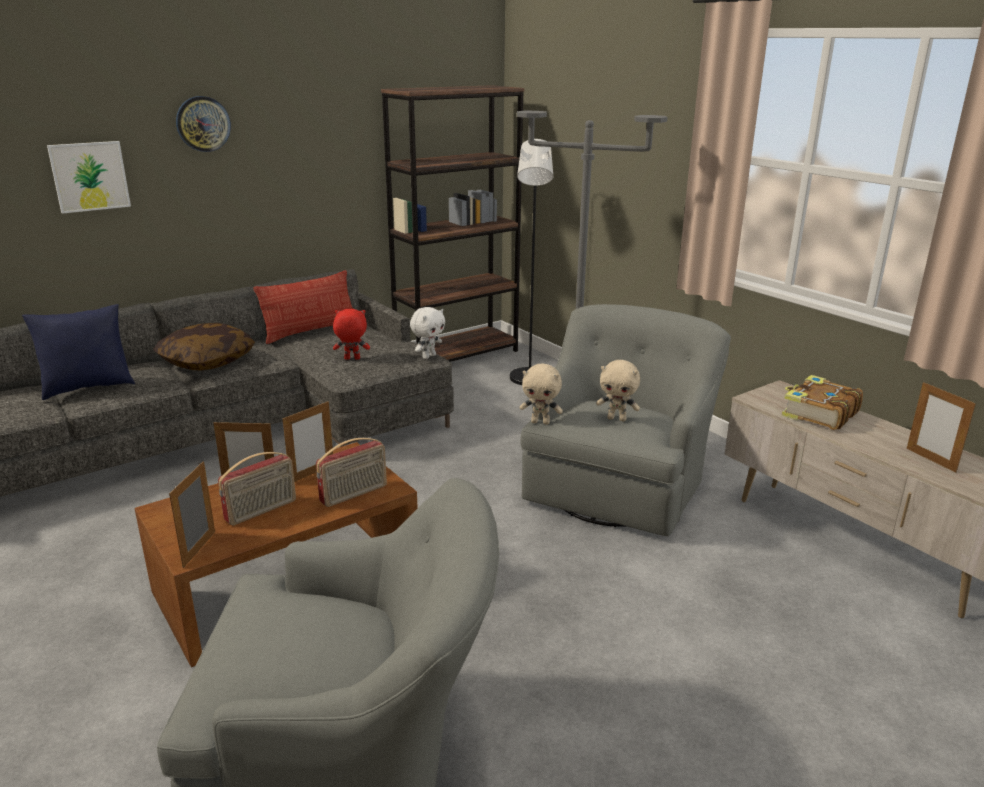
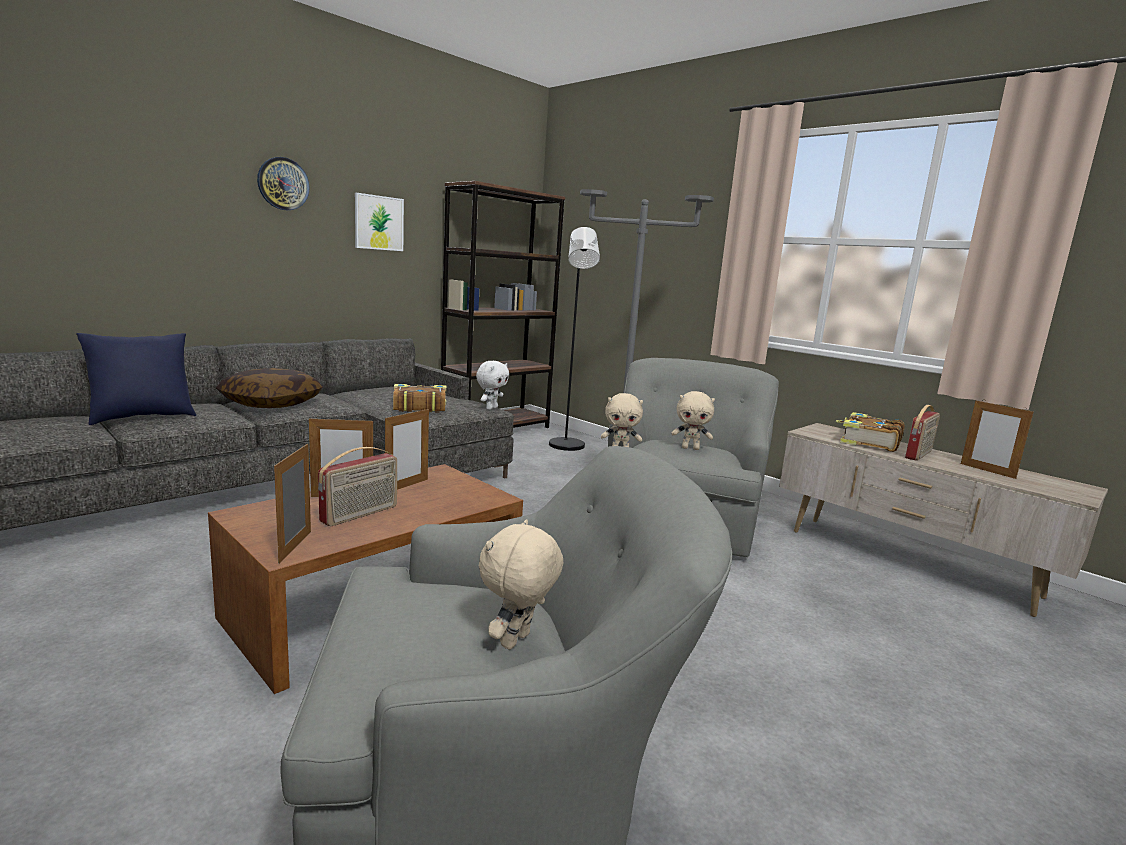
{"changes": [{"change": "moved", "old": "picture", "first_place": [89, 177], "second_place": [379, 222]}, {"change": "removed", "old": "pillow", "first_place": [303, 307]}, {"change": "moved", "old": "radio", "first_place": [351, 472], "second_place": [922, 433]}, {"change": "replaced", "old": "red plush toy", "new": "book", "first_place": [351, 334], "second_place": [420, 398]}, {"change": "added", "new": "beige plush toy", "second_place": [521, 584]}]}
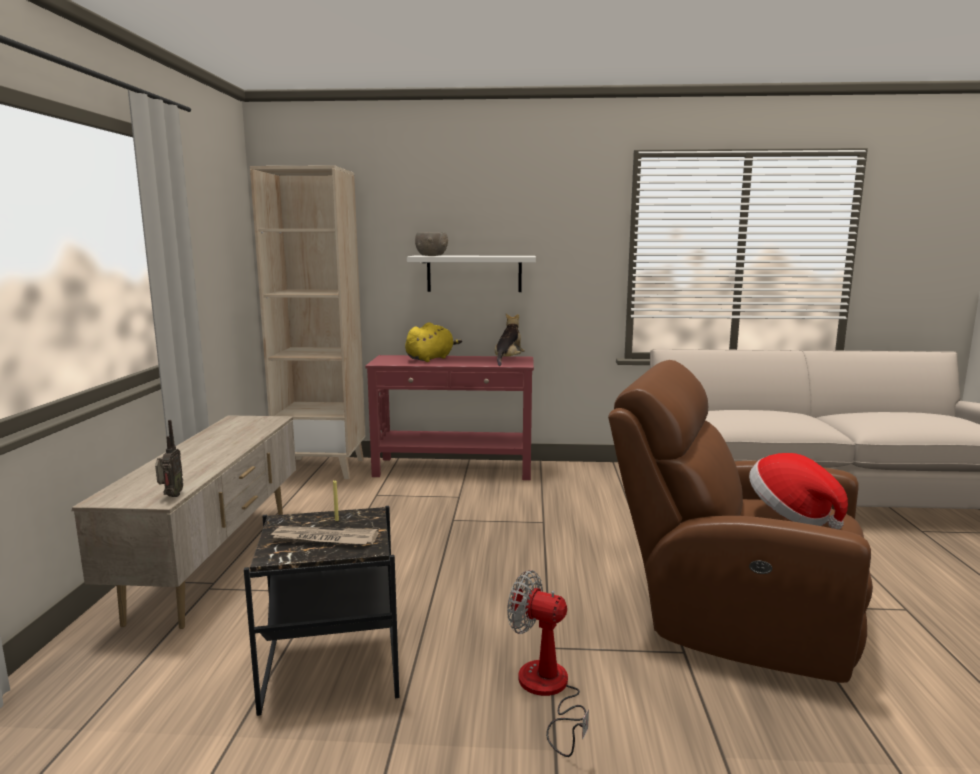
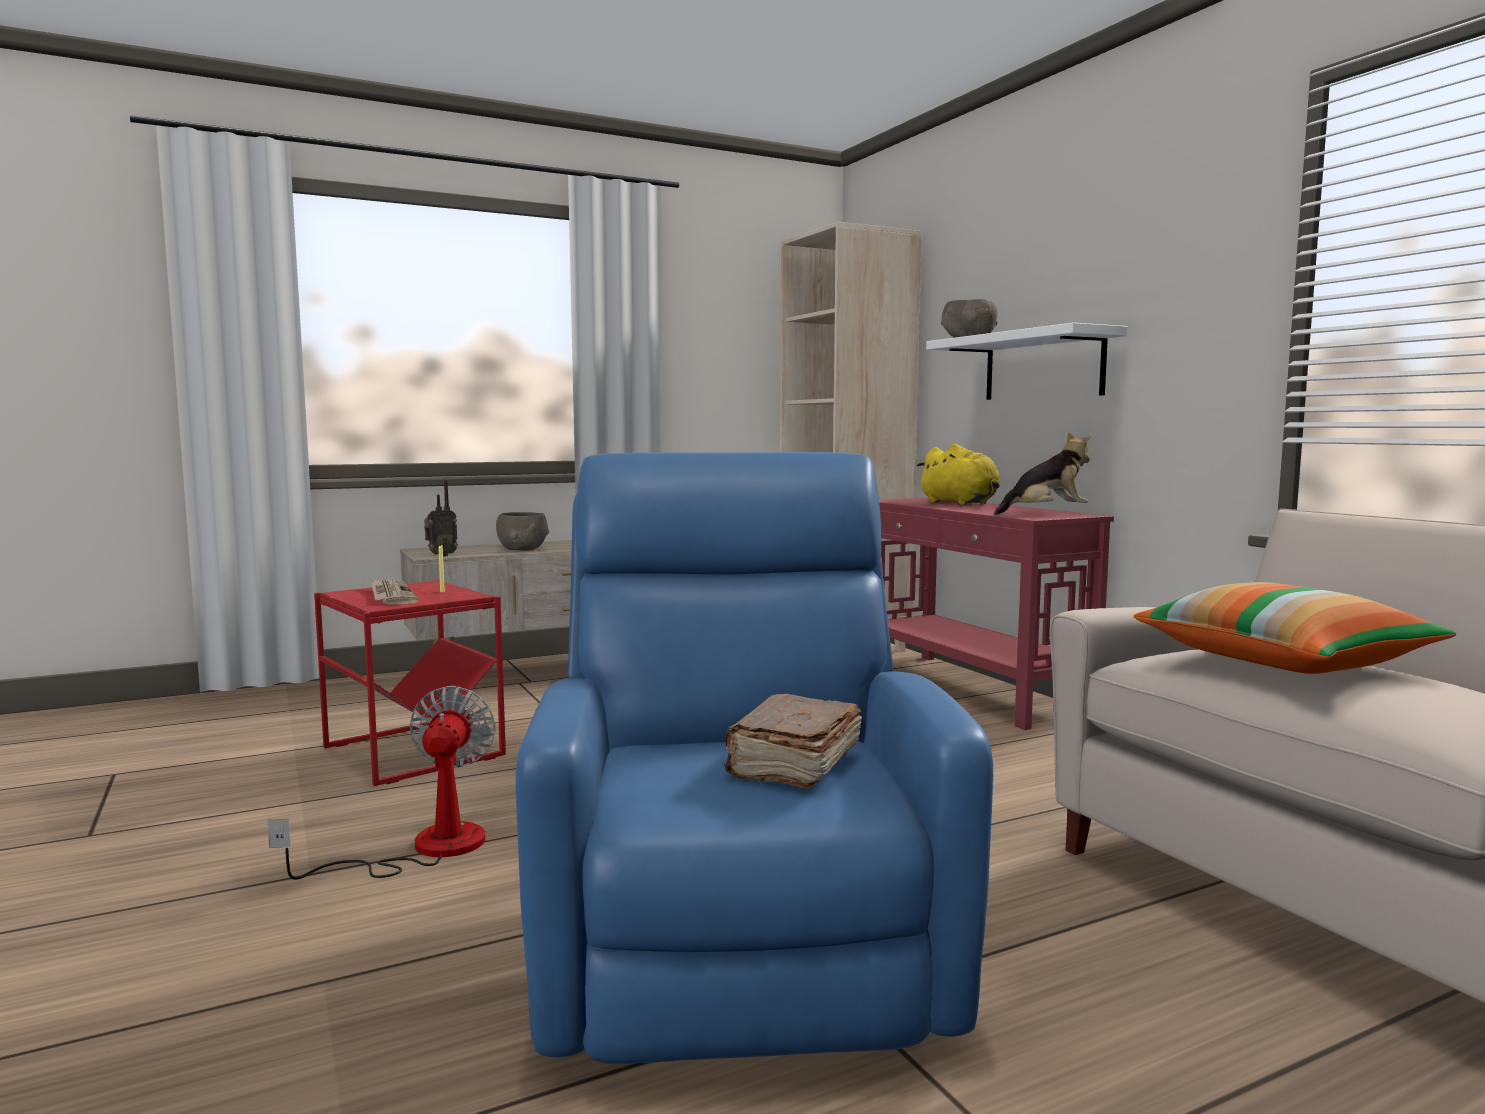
{"changes": [{"change": "recoloured", "old": "black side table", "new": "red side table", "first_place": [321, 611], "second_place": [410, 683]}, {"change": "turned", "old": "yellow plush toy", "first_place": [433, 342], "second_place": [958, 474], "degrees": 45}, {"change": "recoloured", "old": "brown armchair", "new": "blue armchair", "first_place": [740, 521], "second_place": [754, 758]}, {"change": "replaced", "old": "hat", "new": "brown book", "first_place": [798, 491], "second_place": [793, 741]}, {"change": "added", "new": "grey bowl", "second_place": [522, 531]}, {"change": "added", "new": "pillow", "second_place": [1294, 628]}]}
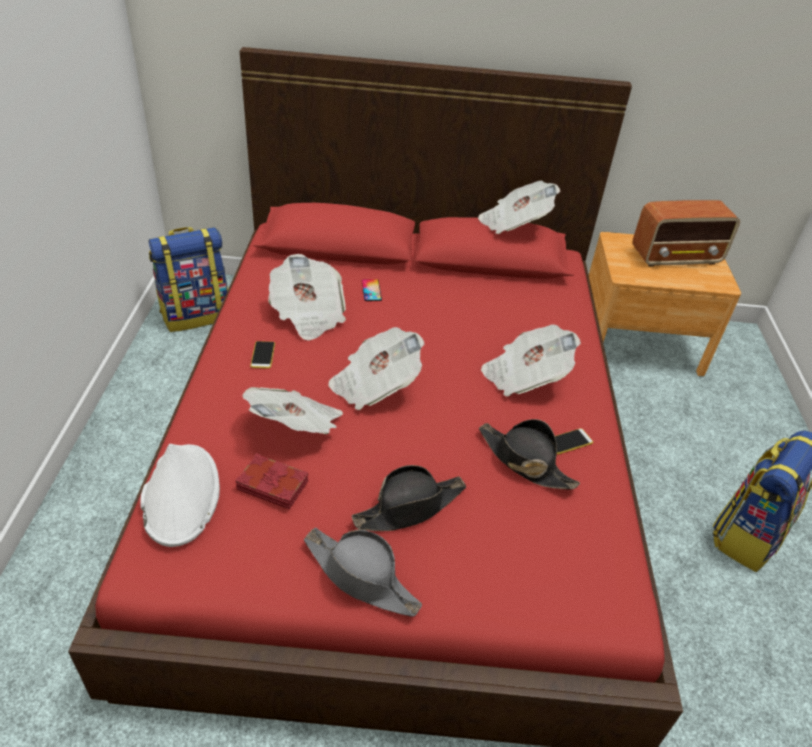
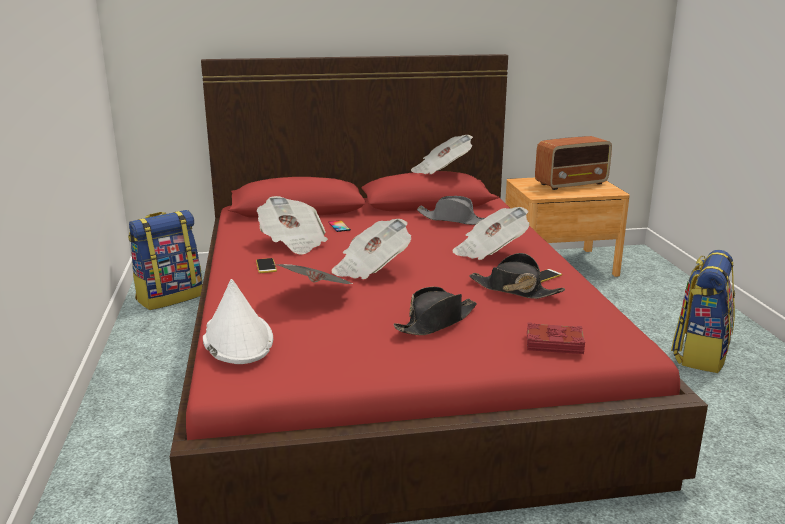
{"changes": [{"change": "moved", "old": "red book", "first_place": [271, 481], "second_place": [556, 338]}, {"change": "moved", "old": "grey hat", "first_place": [363, 572], "second_place": [450, 210]}]}
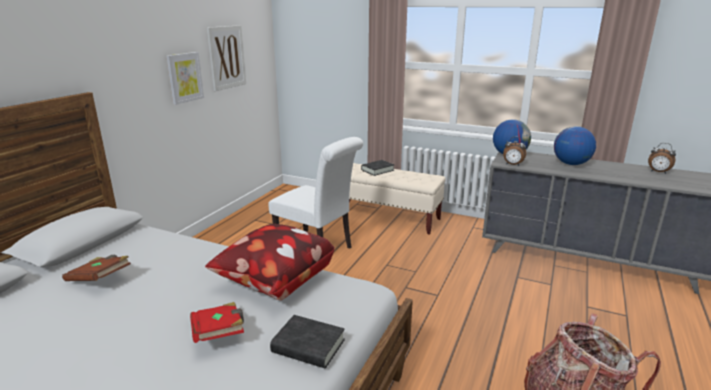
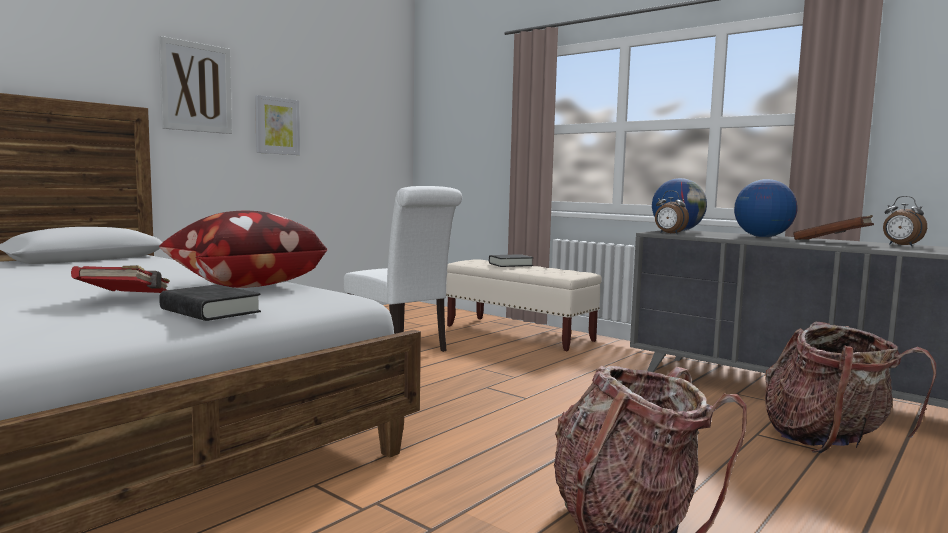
{"changes": [{"change": "moved", "old": "brown book", "first_place": [96, 268], "second_place": [833, 227]}, {"change": "moved", "old": "picture", "first_place": [226, 58], "second_place": [195, 85]}, {"change": "added", "new": "backpack", "second_place": [850, 387]}]}
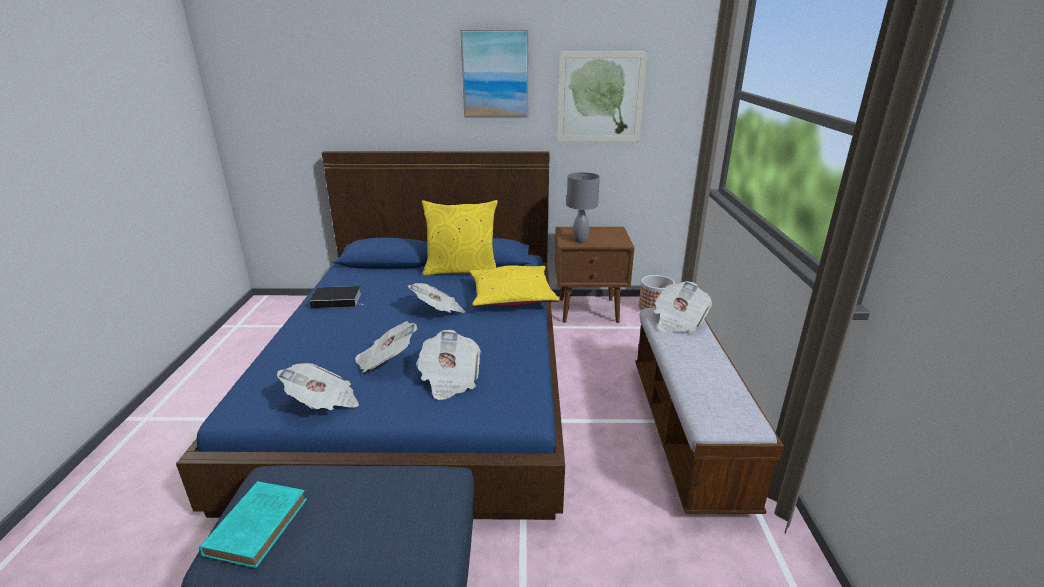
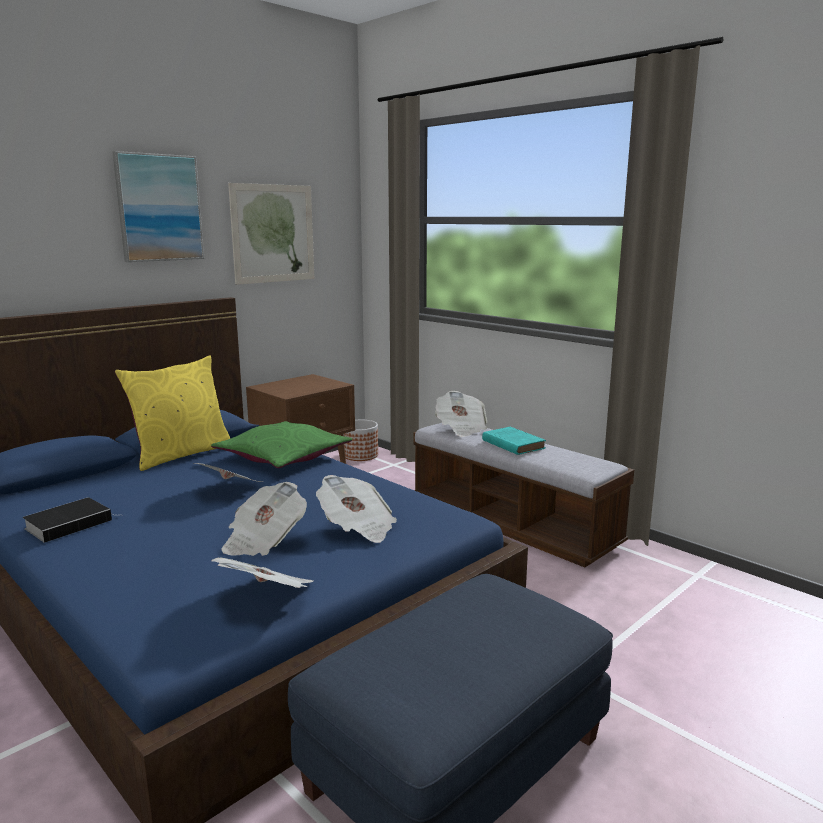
{"changes": [{"change": "moved", "old": "turquoise book", "first_place": [253, 524], "second_place": [514, 441]}, {"change": "recoloured", "old": "yellow pillow", "new": "green pillow", "first_place": [514, 286], "second_place": [281, 444]}, {"change": "removed", "old": "grey table lamp", "first_place": [583, 207]}]}
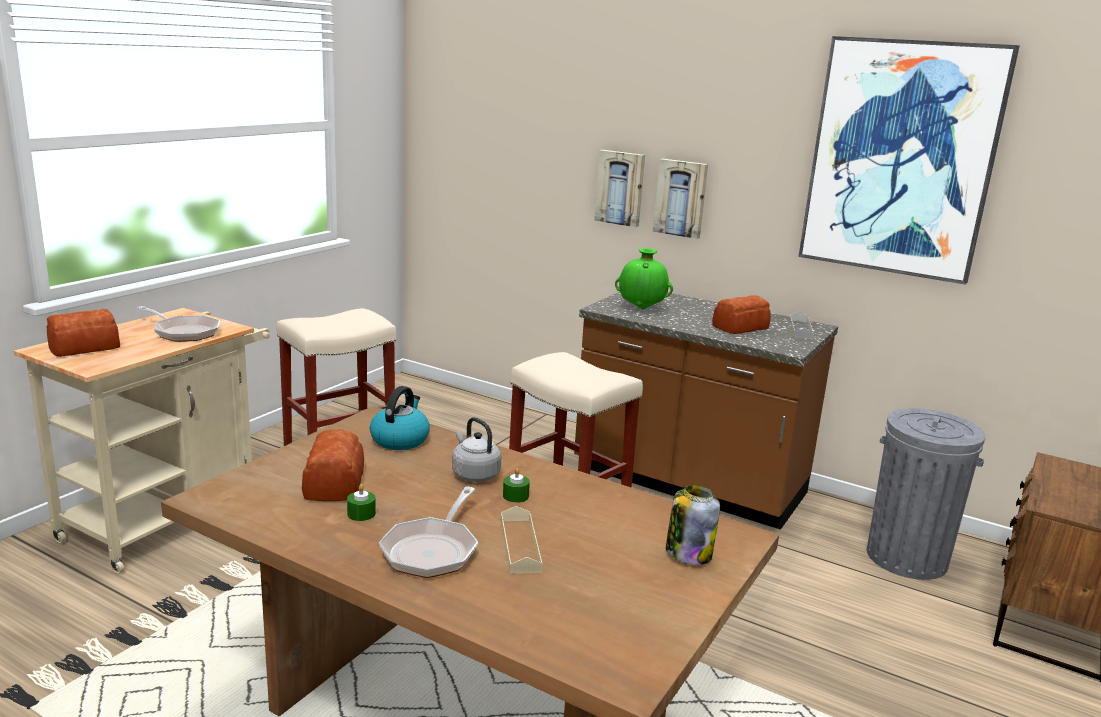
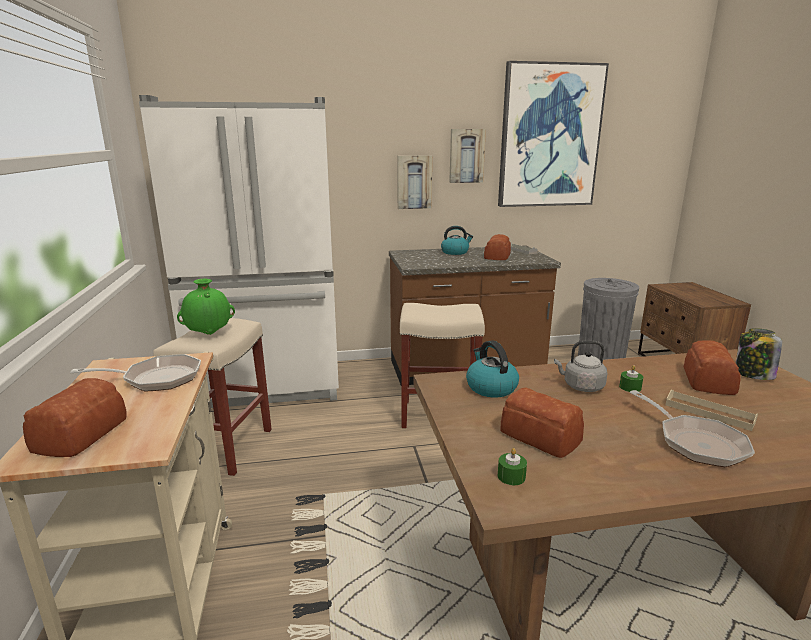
{"changes": [{"change": "moved", "old": "green candle", "first_place": [361, 502], "second_place": [512, 466]}, {"change": "moved", "old": "picture", "first_place": [619, 188], "second_place": [467, 156]}, {"change": "moved", "old": "green vase", "first_place": [644, 278], "second_place": [206, 307]}, {"change": "added", "new": "white fridge", "second_place": [239, 251]}, {"change": "added", "new": "kettle", "second_place": [457, 240]}, {"change": "added", "new": "bread", "second_place": [712, 367]}]}
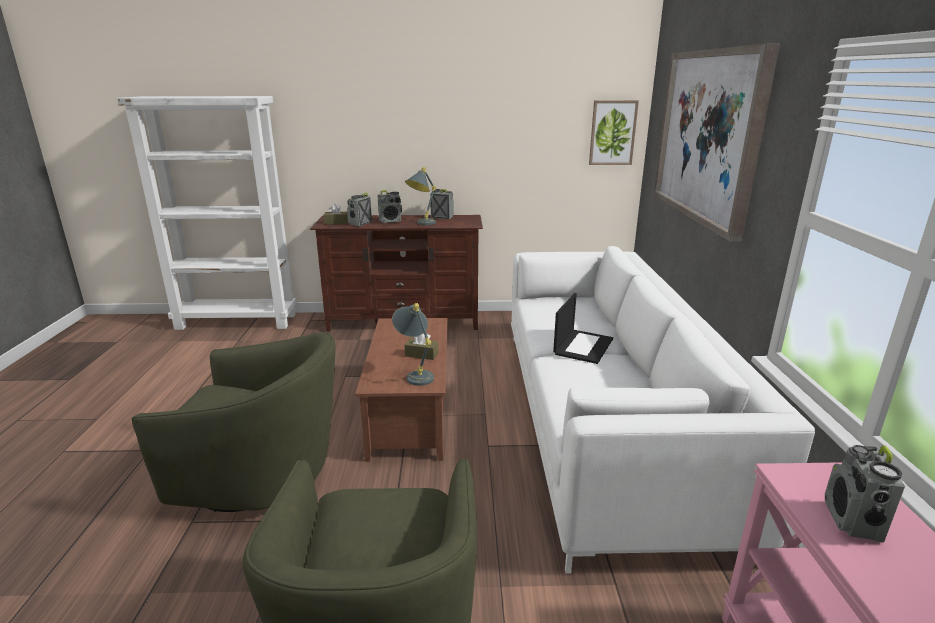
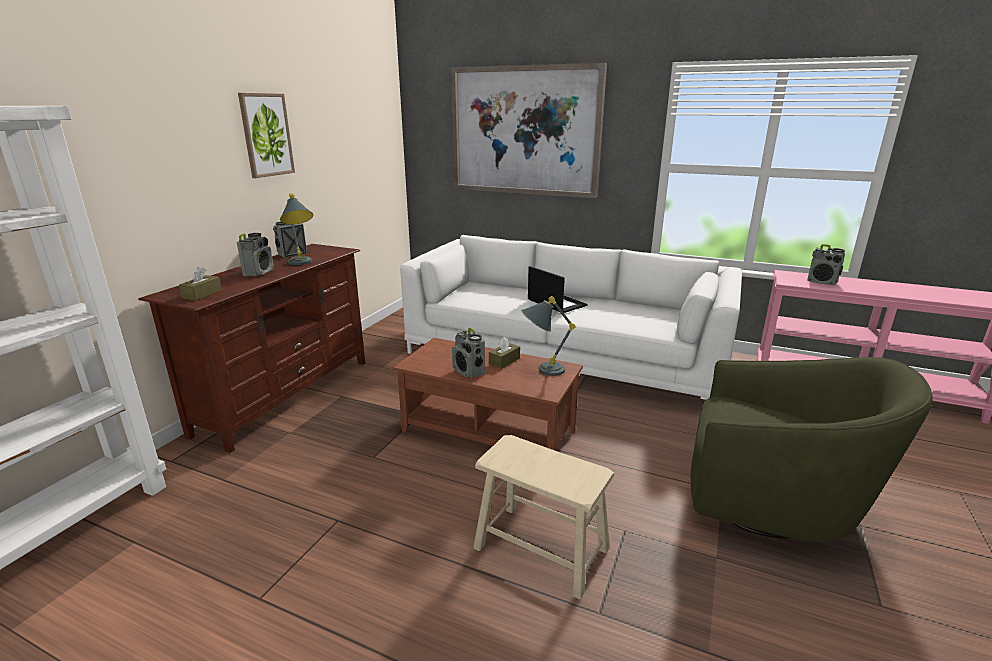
{"changes": [{"change": "replaced", "old": "green armchair", "new": "beige stool", "first_place": [233, 422], "second_place": [543, 517]}, {"change": "moved", "old": "radio", "first_place": [359, 210], "second_place": [468, 353]}, {"change": "moved", "old": "picture", "first_place": [614, 132], "second_place": [266, 135]}]}
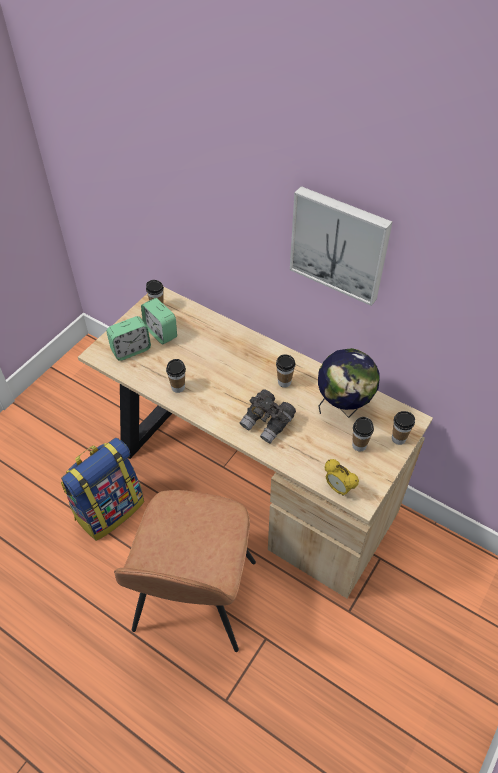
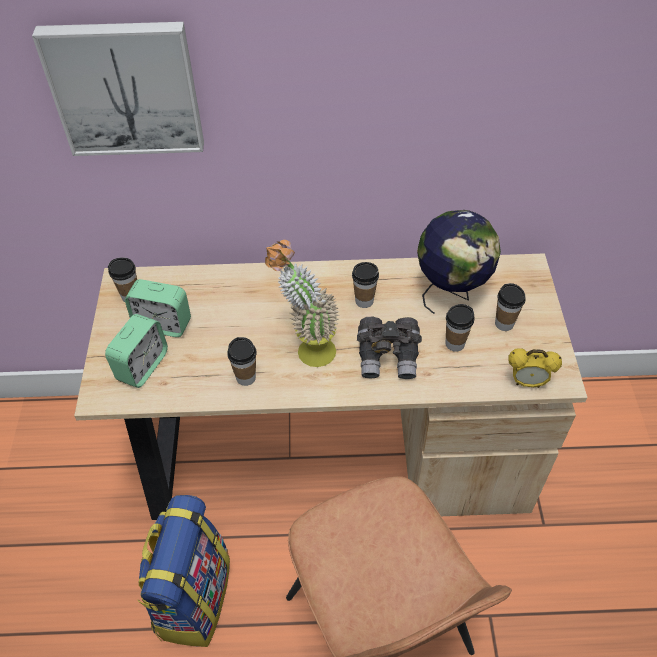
{"changes": [{"change": "moved", "old": "picture", "first_place": [341, 246], "second_place": [118, 89]}, {"change": "moved", "old": "cup", "first_place": [403, 428], "second_place": [460, 328]}, {"change": "added", "new": "potted plant", "second_place": [302, 303]}]}
